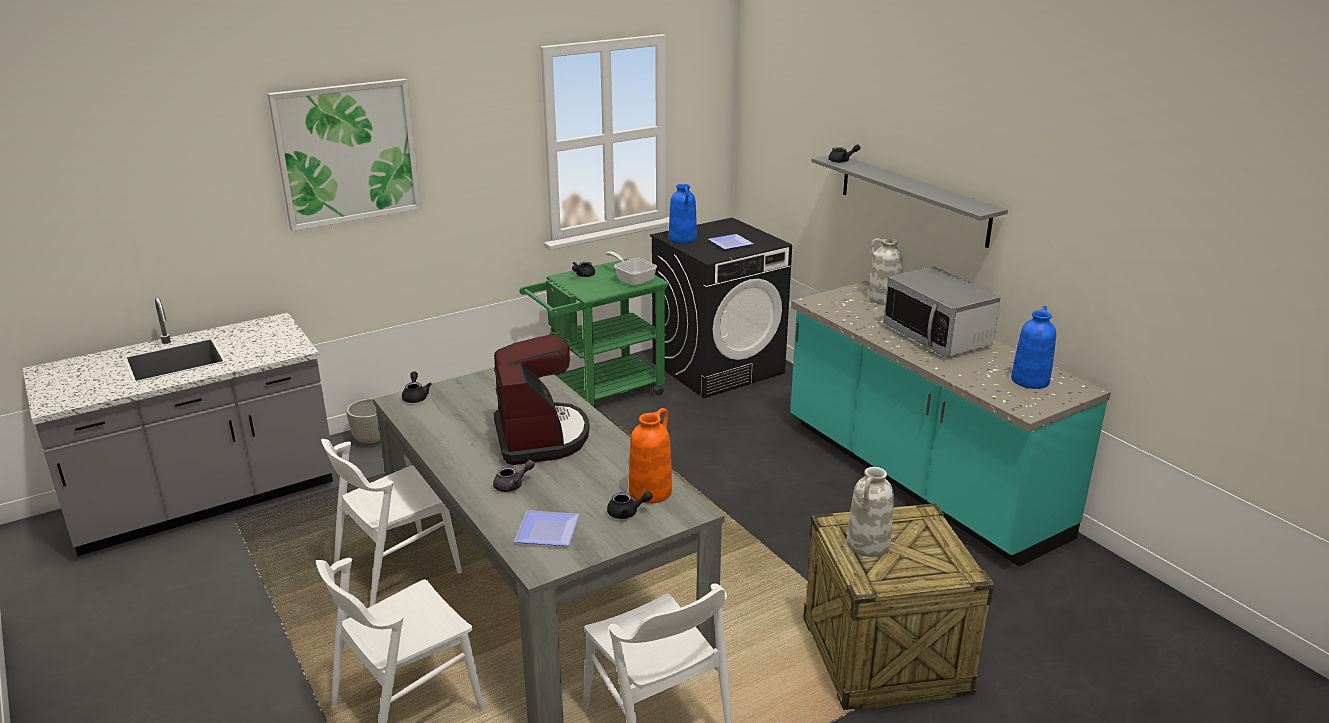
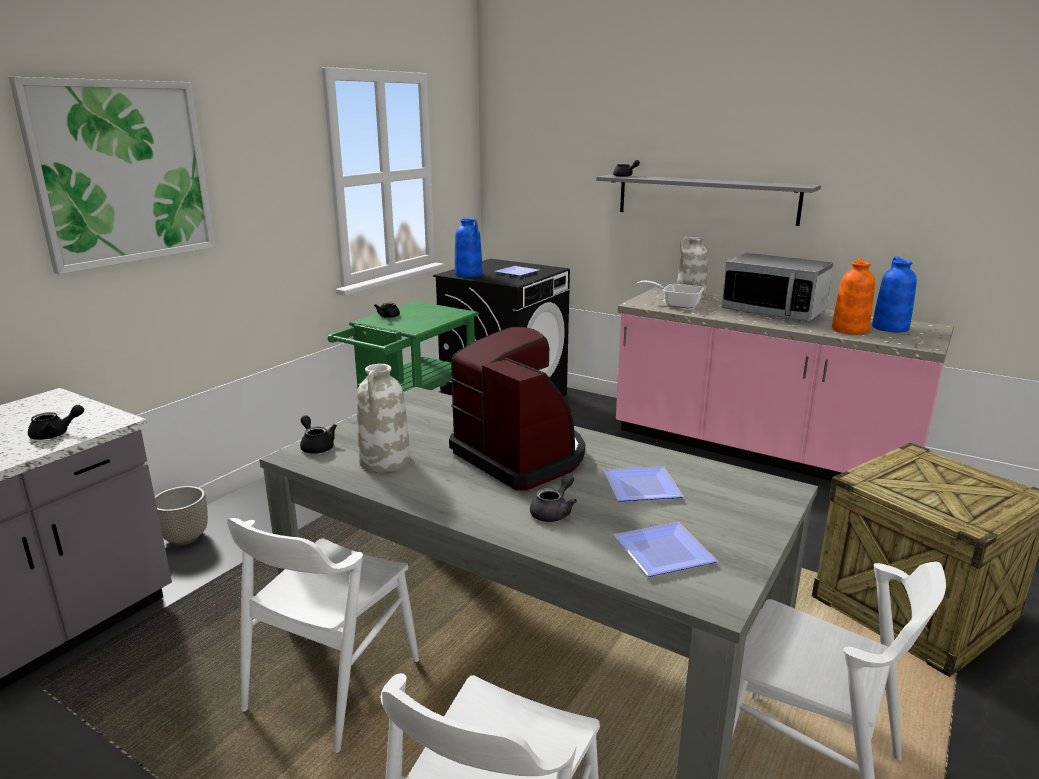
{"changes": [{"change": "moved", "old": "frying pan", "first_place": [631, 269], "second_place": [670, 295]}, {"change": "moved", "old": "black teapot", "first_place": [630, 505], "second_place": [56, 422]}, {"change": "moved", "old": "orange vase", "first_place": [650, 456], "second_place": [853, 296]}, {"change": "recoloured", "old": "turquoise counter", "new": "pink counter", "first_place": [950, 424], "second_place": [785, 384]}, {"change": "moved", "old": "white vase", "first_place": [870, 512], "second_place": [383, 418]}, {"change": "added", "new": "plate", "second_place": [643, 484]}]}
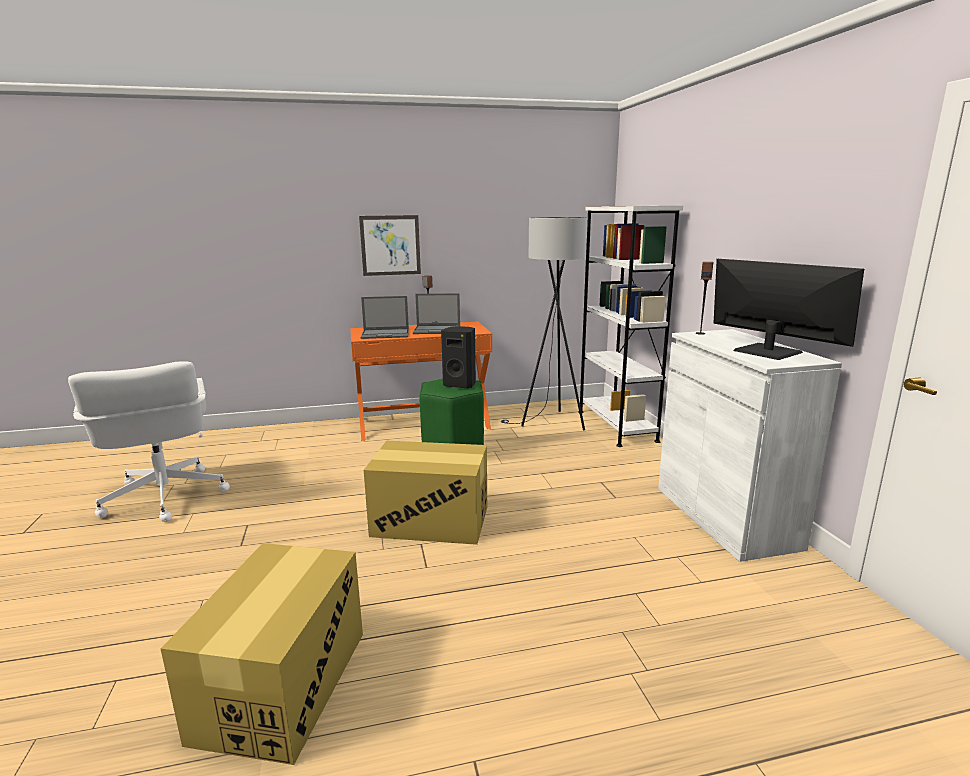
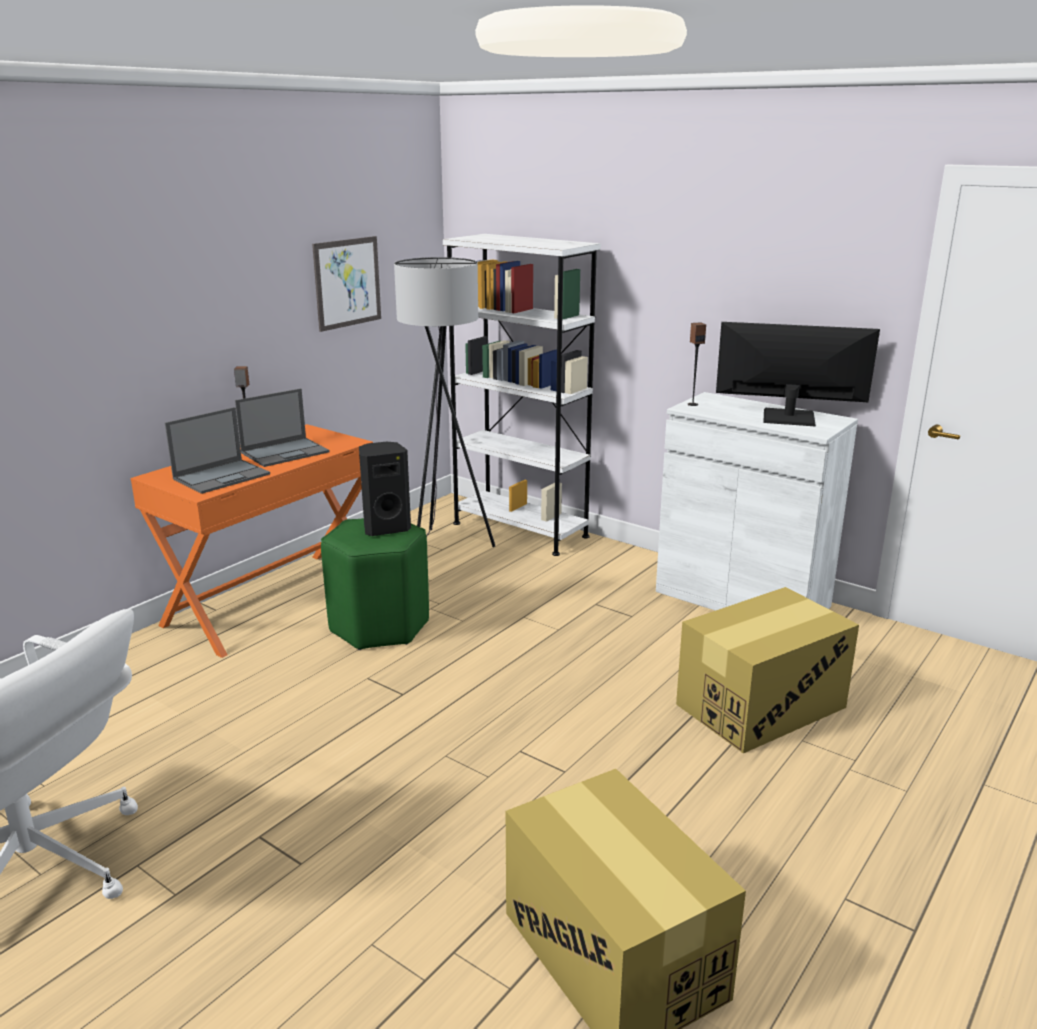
{"changes": [{"change": "moved", "old": "picture", "first_place": [390, 245], "second_place": [346, 284]}, {"change": "moved", "old": "cardboard box", "first_place": [425, 493], "second_place": [767, 670]}]}
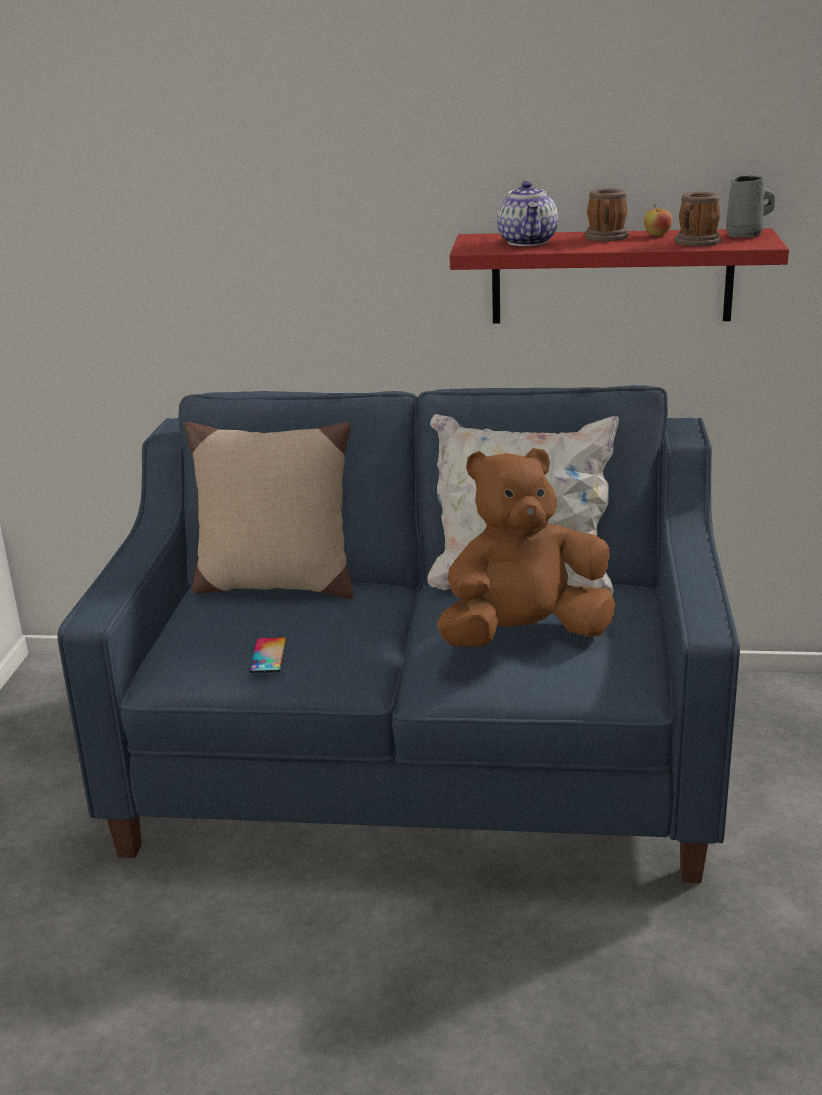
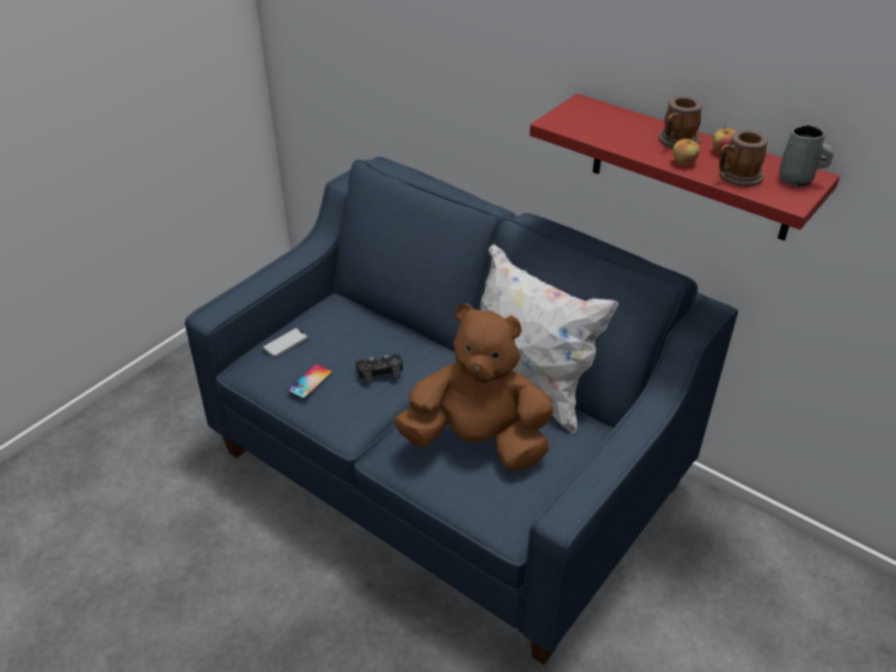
{"changes": [{"change": "removed", "old": "beige pillow", "first_place": [268, 510]}, {"change": "removed", "old": "teapot", "first_place": [527, 213]}, {"change": "added", "new": "phone", "second_place": [285, 342]}, {"change": "added", "new": "black game controller", "second_place": [379, 369]}, {"change": "added", "new": "apple", "second_place": [686, 150]}]}
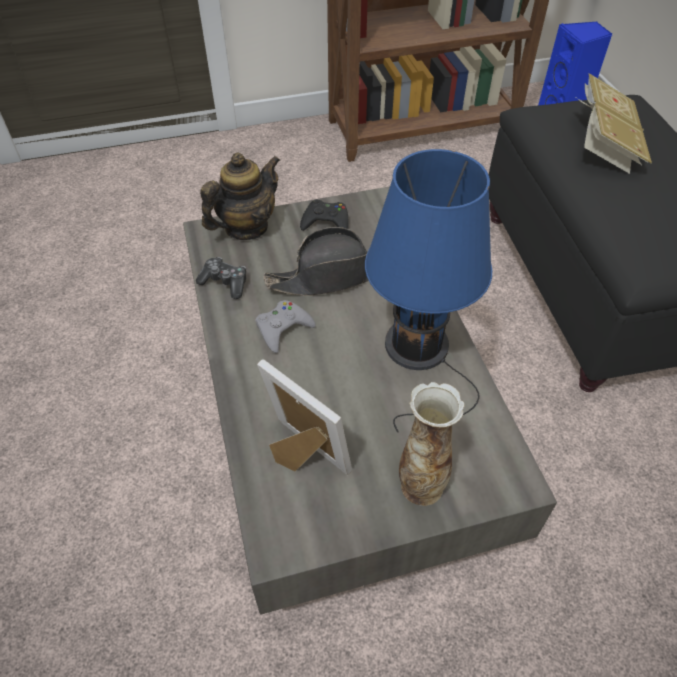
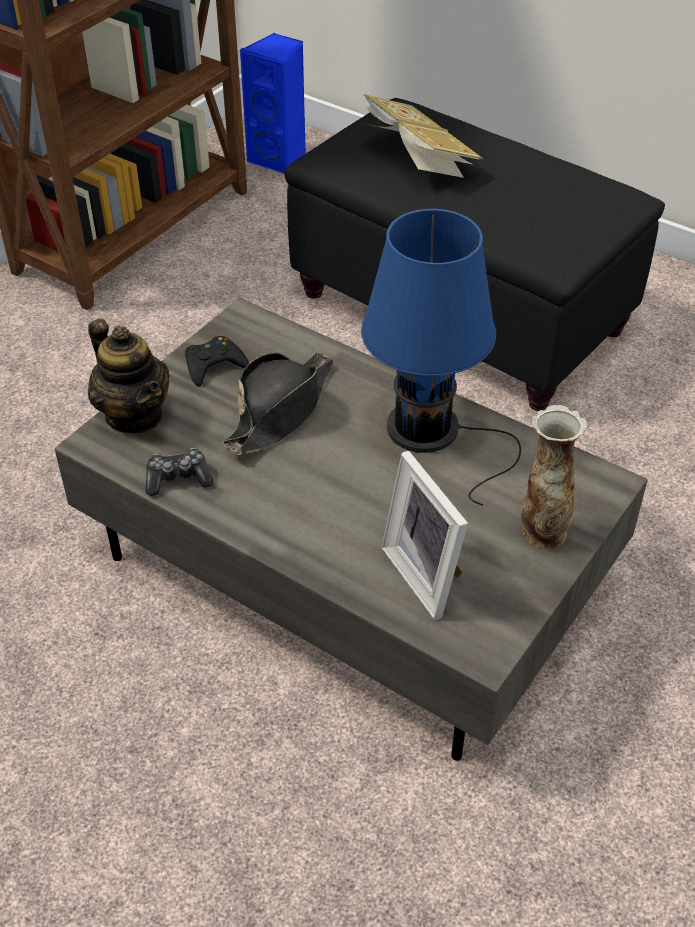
{"changes": [{"change": "turned", "old": "teapot", "first_place": [240, 196], "second_place": [128, 375], "degrees": 135}, {"change": "removed", "old": "grey game controller", "first_place": [286, 326]}, {"change": "turned", "old": "picture frame", "first_place": [304, 417], "second_place": [424, 535], "degrees": -120}]}
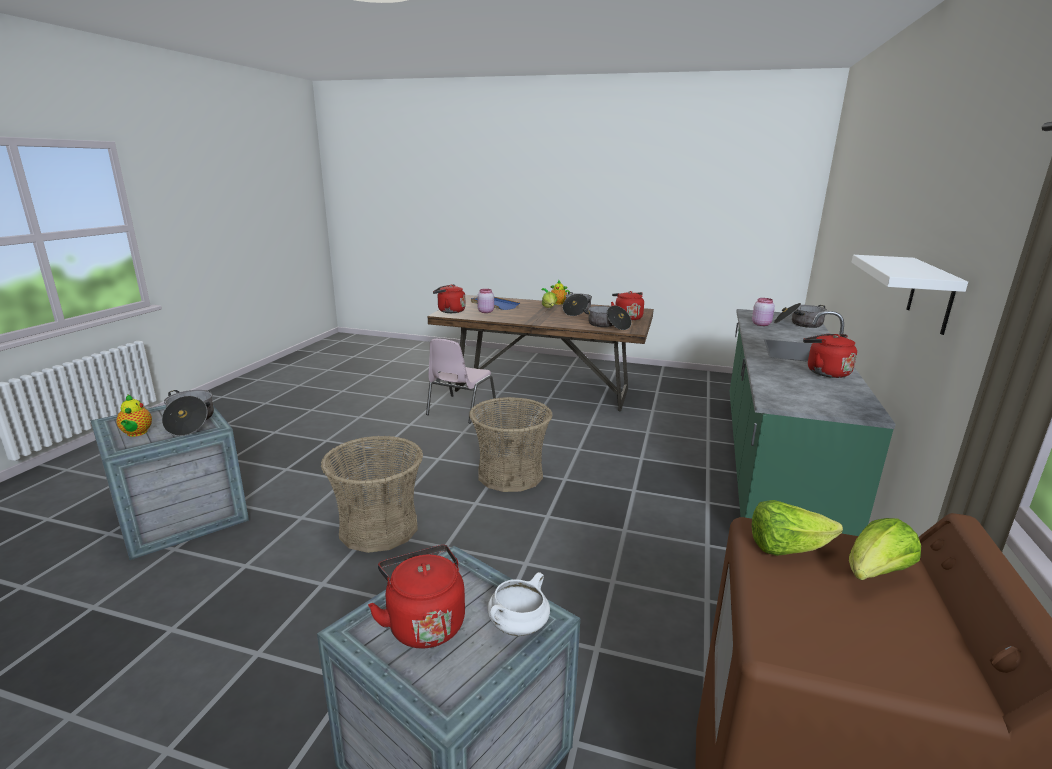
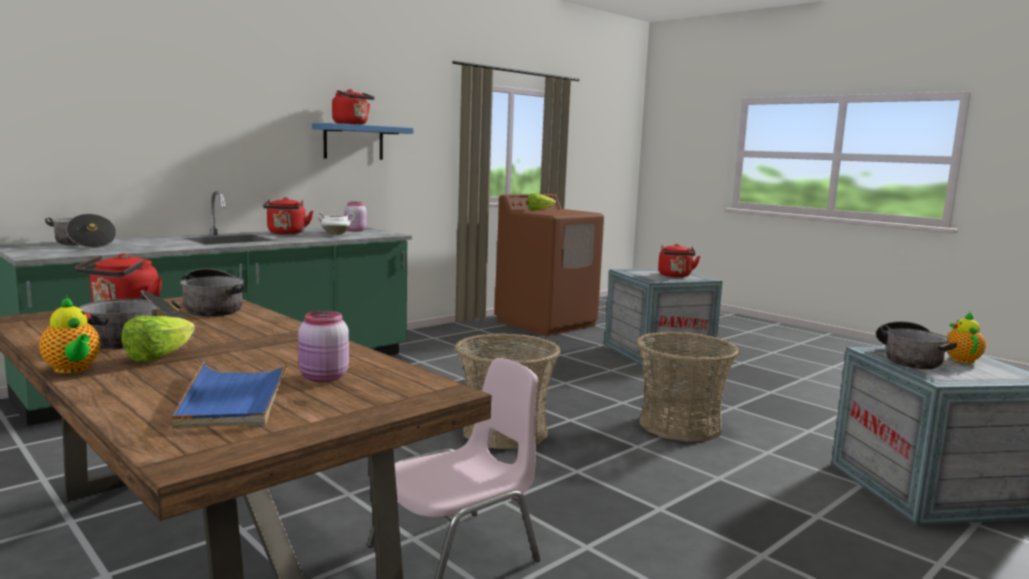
{"changes": [{"change": "moved", "old": "red kettle", "first_place": [449, 298], "second_place": [353, 107]}, {"change": "moved", "old": "white cooking pot", "first_place": [519, 604], "second_place": [335, 223]}, {"change": "moved", "old": "pink jar", "first_place": [763, 312], "second_place": [355, 217]}, {"change": "removed", "old": "lettuce", "first_place": [797, 528]}, {"change": "recoloured", "old": "white shelf", "new": "blue shelf", "first_place": [909, 295], "second_place": [362, 141]}]}
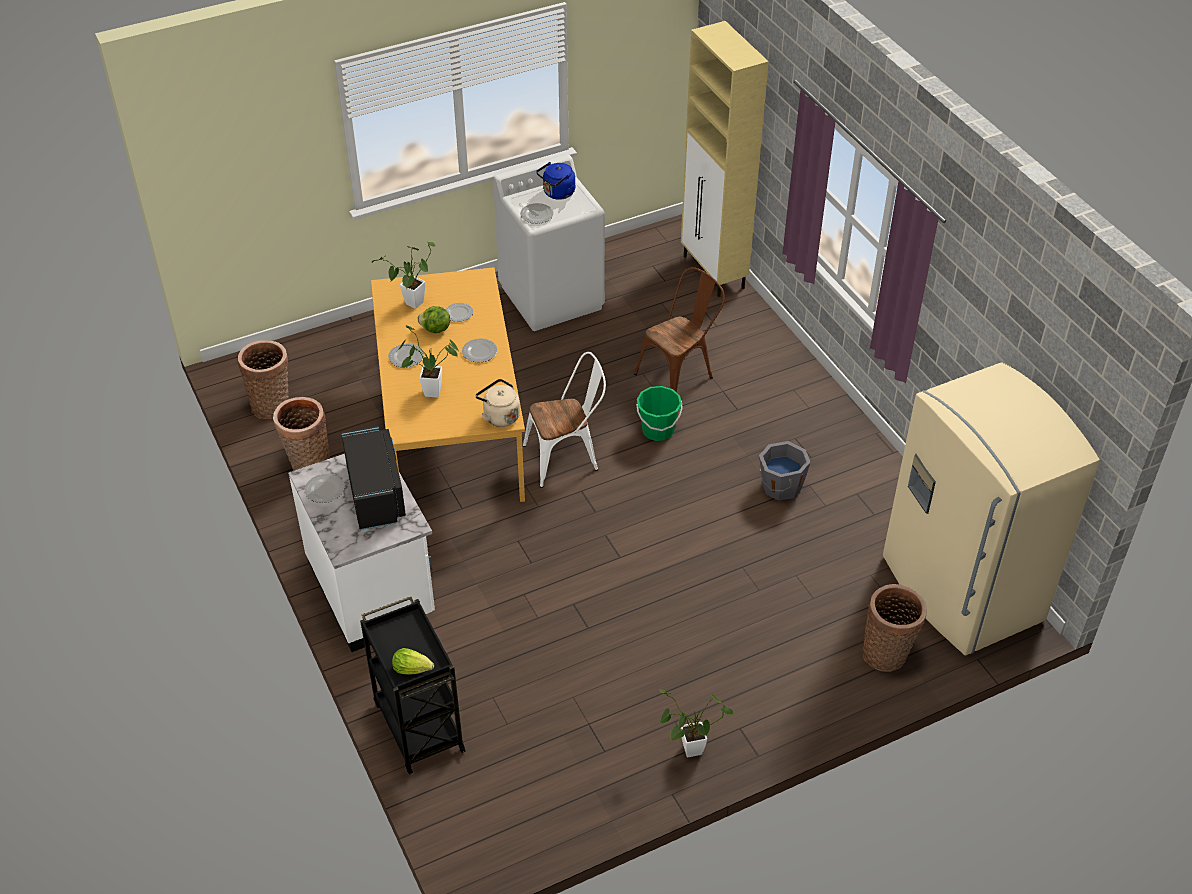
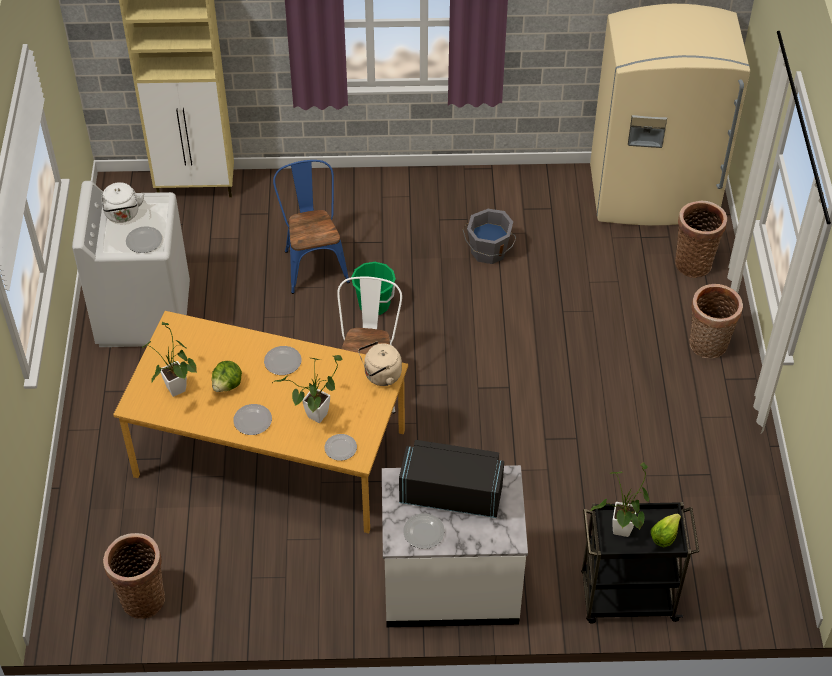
{"changes": [{"change": "moved", "old": "basket", "first_place": [301, 434], "second_place": [716, 321]}, {"change": "moved", "old": "plate", "first_place": [459, 312], "second_place": [340, 447]}, {"change": "recoloured", "old": "blue kettle", "new": "white kettle", "first_place": [555, 181], "second_place": [122, 202]}, {"change": "recoloured", "old": "brown chair", "new": "blue chair", "first_place": [679, 329], "second_place": [311, 227]}, {"change": "moved", "old": "potted plant", "first_place": [695, 723], "second_place": [619, 499]}]}
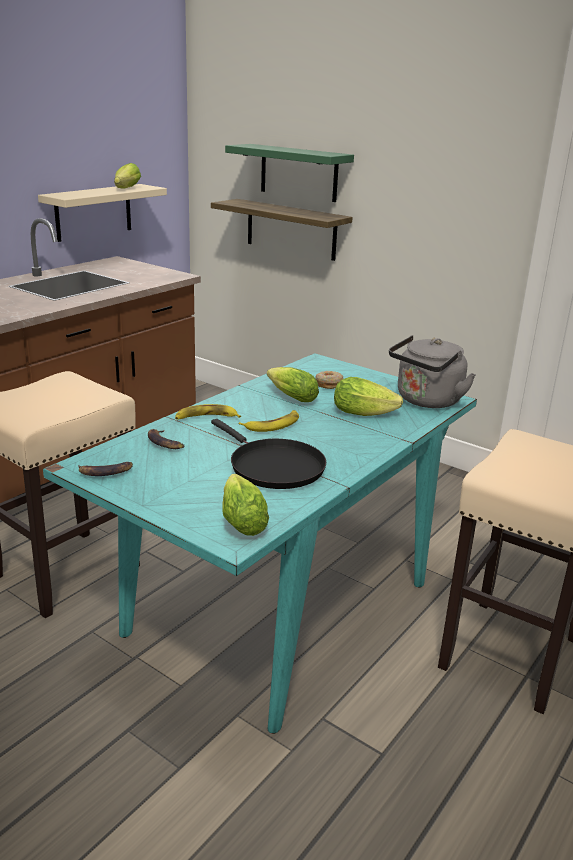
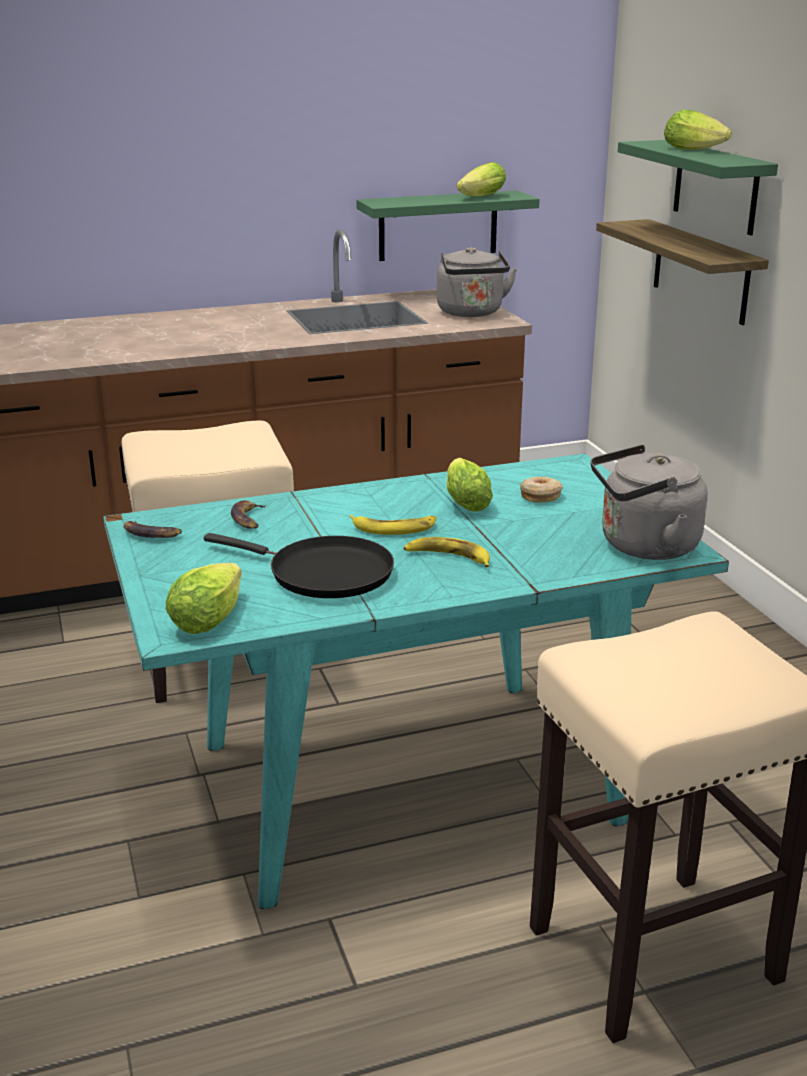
{"changes": [{"change": "recoloured", "old": "beige shelf", "new": "green shelf", "first_place": [102, 213], "second_place": [448, 225]}, {"change": "moved", "old": "banana", "first_place": [208, 412], "second_place": [446, 552]}, {"change": "turned", "old": "black frying pan", "first_place": [268, 454], "second_place": [299, 565], "degrees": -60}, {"change": "moved", "old": "lettuce", "first_place": [368, 396], "second_place": [698, 130]}, {"change": "added", "new": "grey kettle", "second_place": [477, 282]}]}
